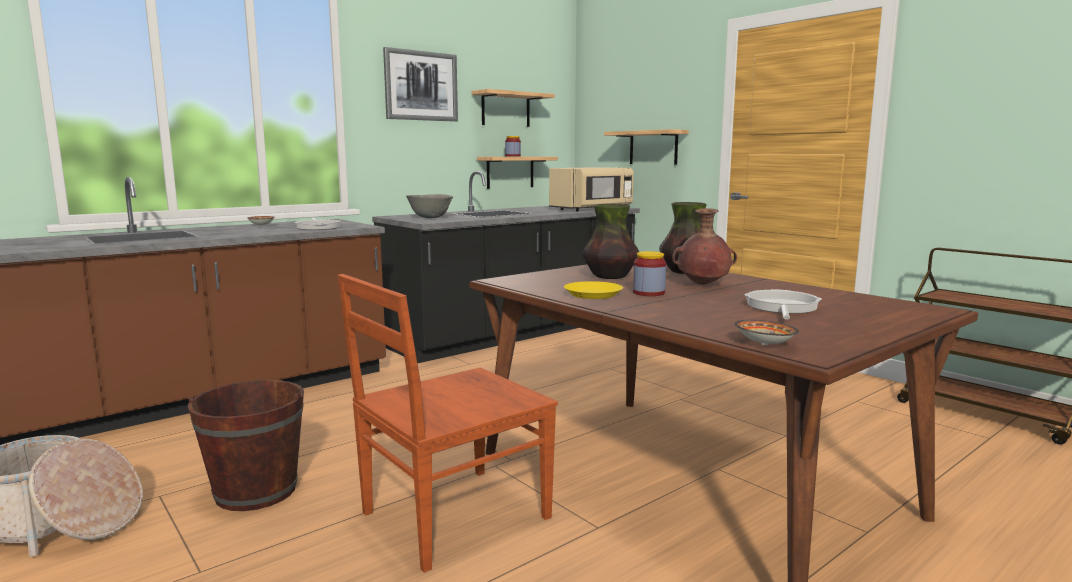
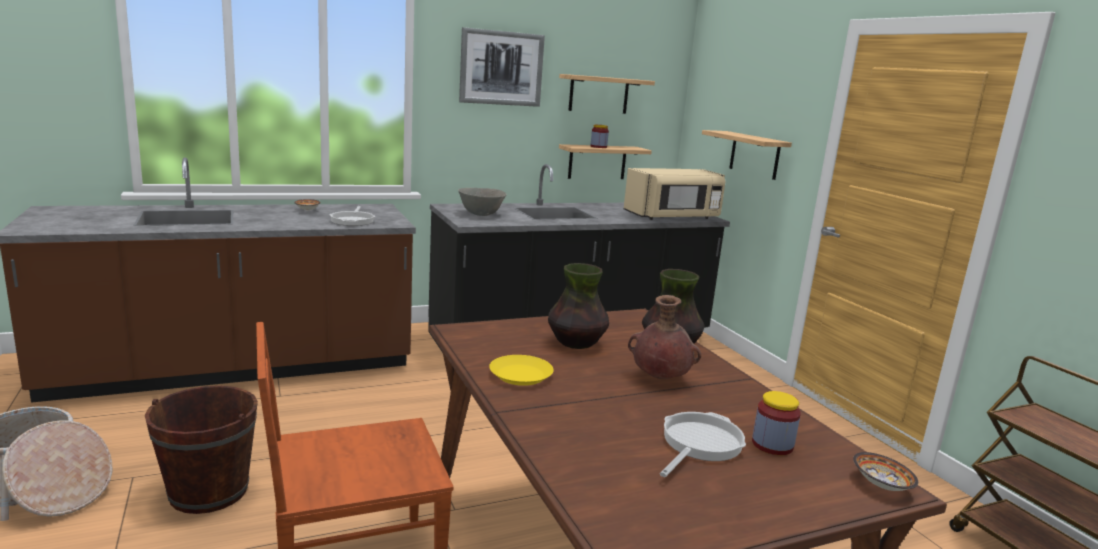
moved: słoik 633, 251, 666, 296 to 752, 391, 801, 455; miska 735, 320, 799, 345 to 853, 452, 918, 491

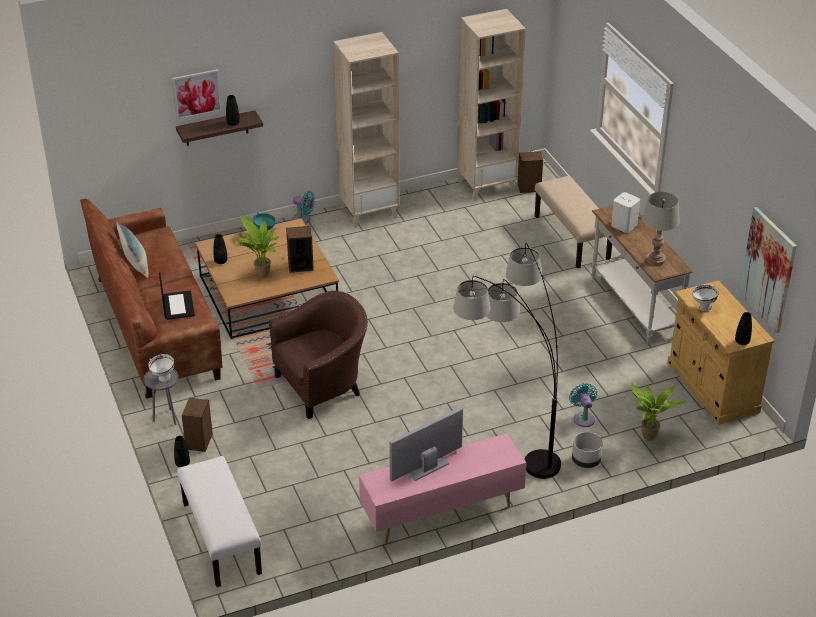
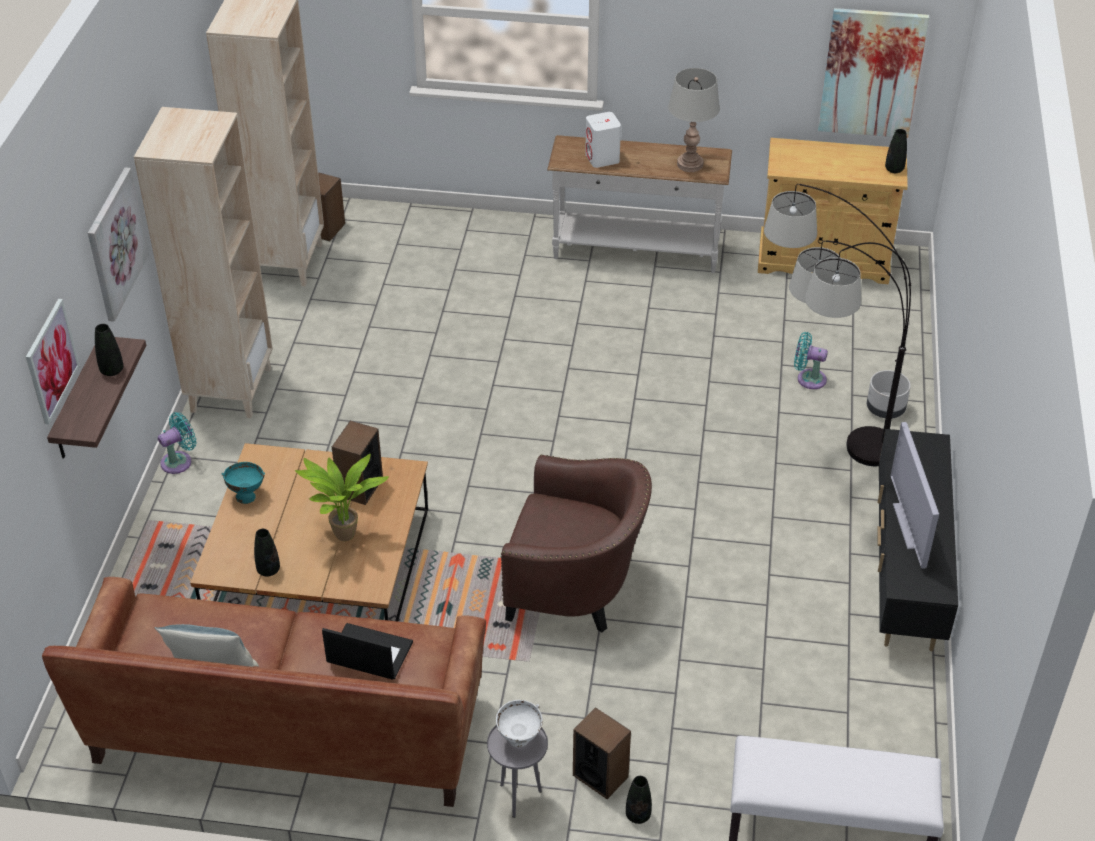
removed: ławka (beżowy) 535, 176, 612, 268; roślina doniczkowa 631, 384, 686, 440; miska (biały) 692, 284, 719, 311
added: obraz 88, 167, 149, 322
recoloured: szafka pod telewizor (różowy) 359, 433, 527, 543 to szafka pod telewizor (czarny) 877, 429, 958, 651
turned: fotel (brązowy) 269, 290, 368, 419 = 501, 454, 652, 632 105 degrees clockwise

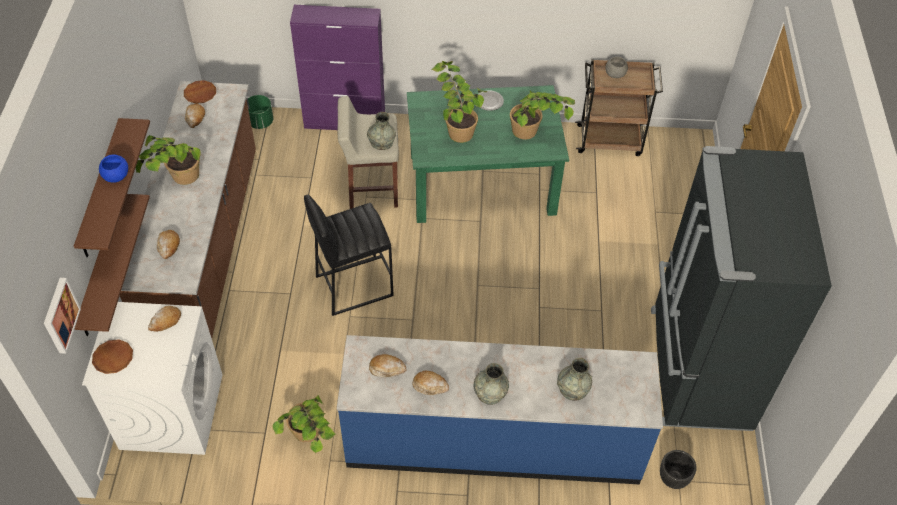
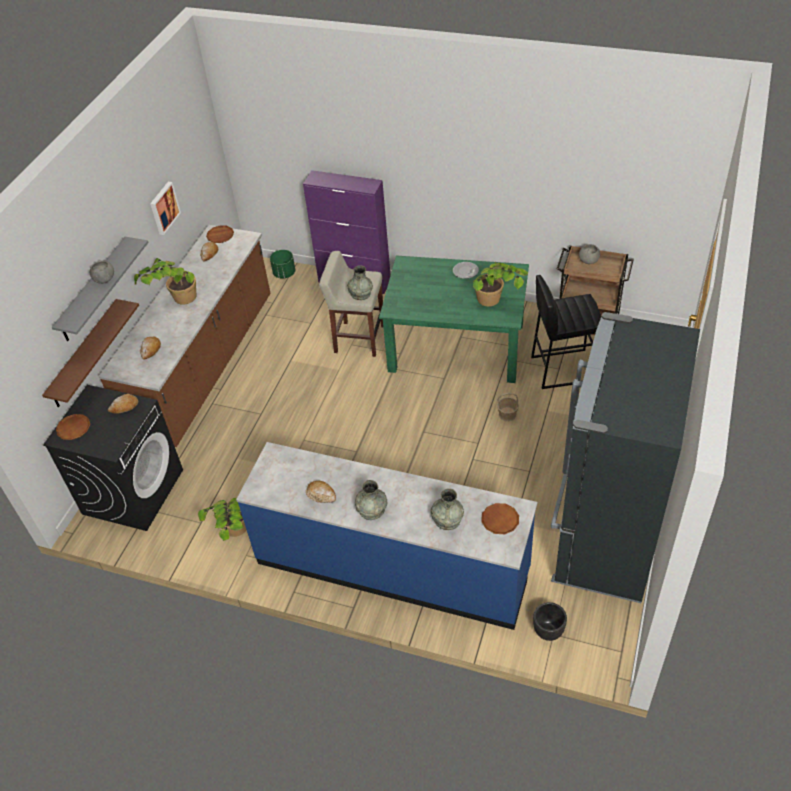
removed: chleb 369, 354, 406, 378; roślina doniczkowa 431, 61, 487, 143
added: talerz (brązowy) 481, 503, 519, 534; koszyk 497, 393, 519, 421
moved: obraz 44, 278, 81, 354 to 150, 182, 181, 235; stołek (czarny) 304, 194, 394, 316 to 531, 275, 601, 389
recoloured: półka (brązowy) 74, 118, 150, 257 to półka (szary) 51, 237, 148, 341; pralka (biały) 82, 302, 223, 455 to pralka (czarny) 43, 385, 183, 531; miska (niebieski) 99, 155, 128, 183 to miska (szary) 90, 260, 114, 284

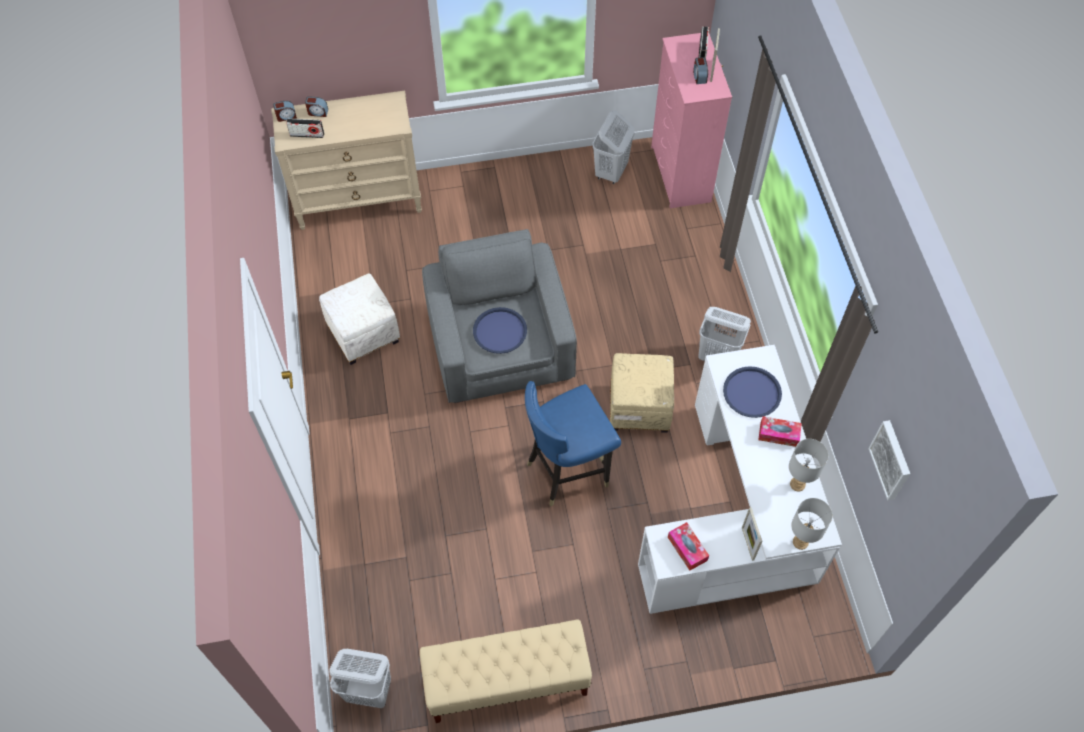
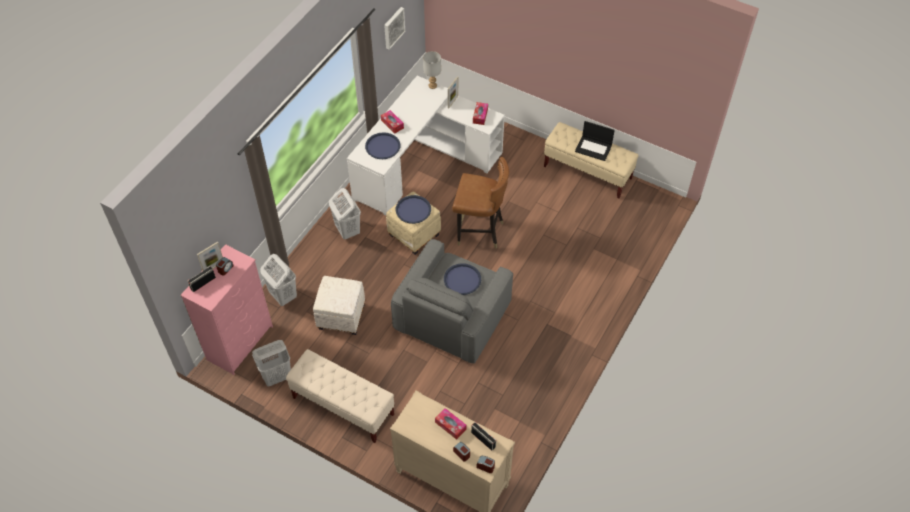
removed: lampa stołowa (szary) 789, 439, 828, 491
added: ławka (beżowy) 286, 349, 395, 443; taca (niebieski) 396, 195, 431, 224; pudełko chusteczek 435, 408, 467, 440; laptop 575, 121, 615, 161
moved: pufa (biały) 319, 274, 400, 365 to 313, 276, 365, 335; kosz na pranie (biały) 329, 649, 391, 708 to 260, 254, 297, 306
recoloured: krzesło (niebieski) 525, 381, 621, 507 to krzesło (brązowy) 452, 157, 509, 249

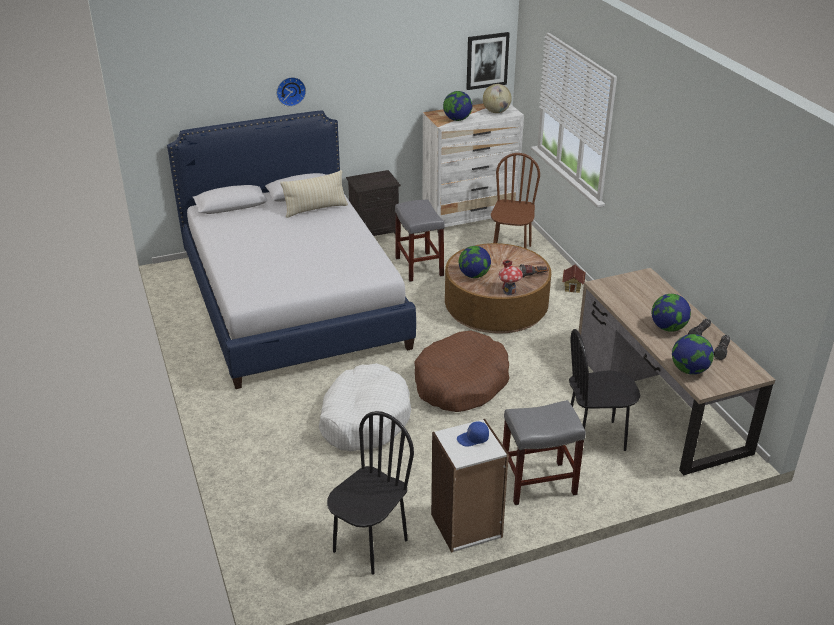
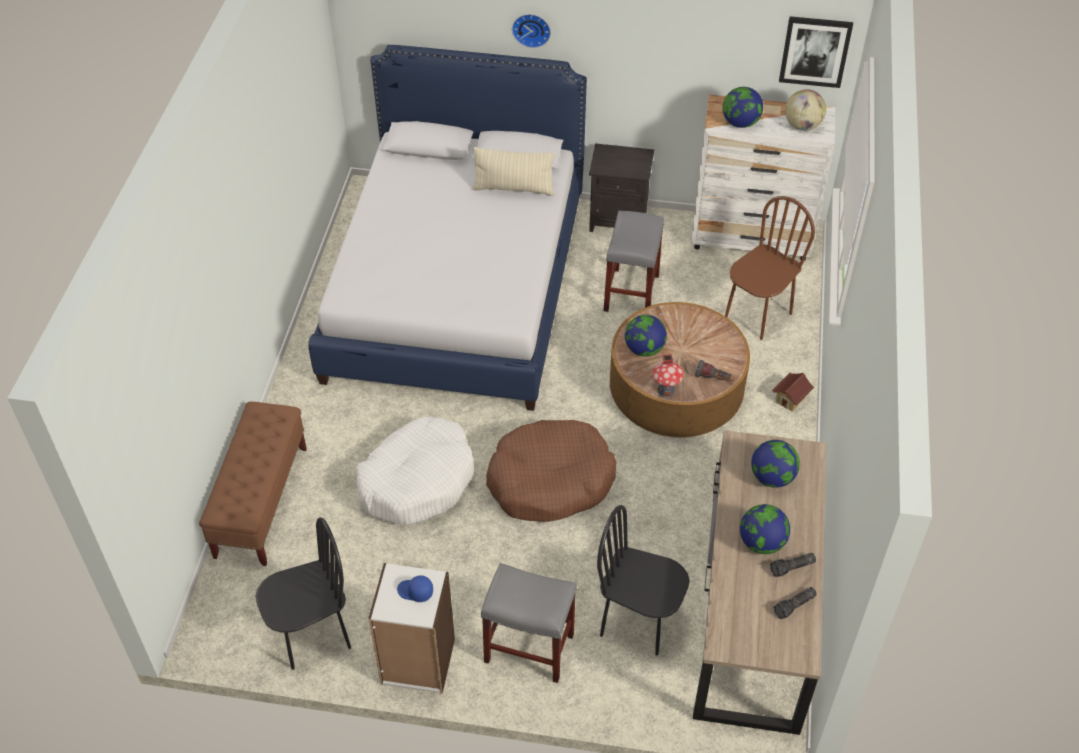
added: ławka (brązowy) 199, 402, 307, 566
moved: globus 672, 334, 714, 375 to 751, 440, 800, 488

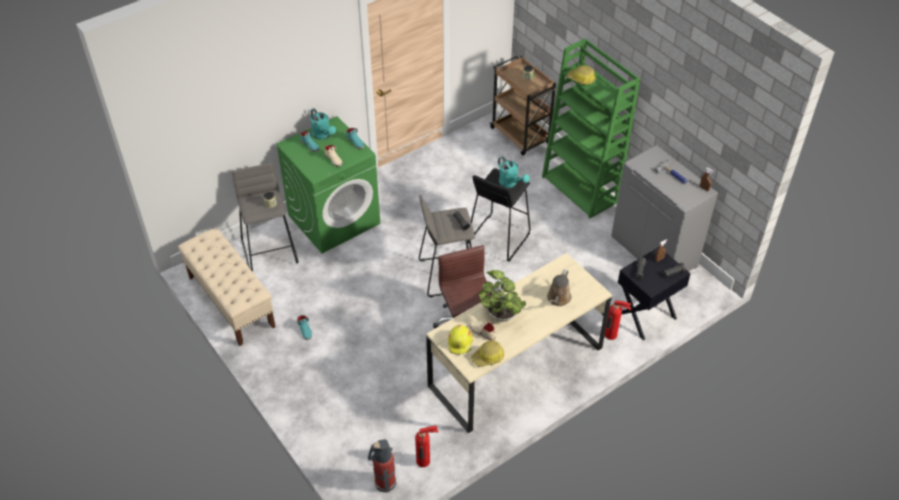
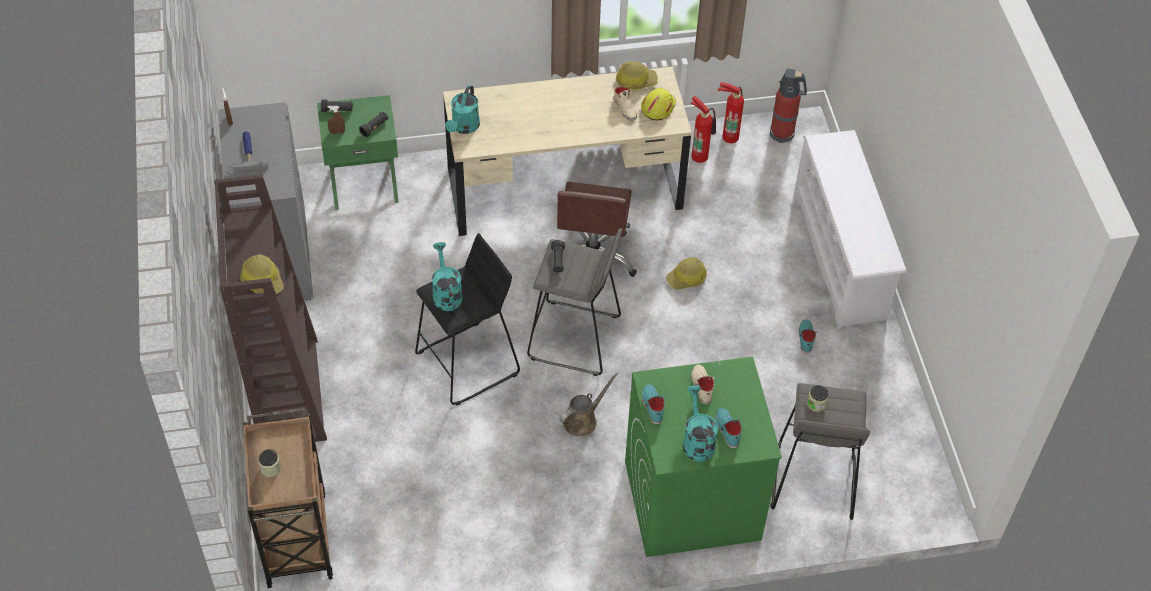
removed: ławka (beżowy) 178, 228, 275, 346; roślina doniczkowa 479, 270, 526, 322
added: konewka (turkusowy) 445, 85, 480, 134; kask 666, 257, 707, 290; regał na buty (biały) 794, 130, 907, 329
moved: konewka (brązowy) 547, 269, 571, 306 to 560, 373, 618, 436; gaśnica 605, 300, 631, 340 to 691, 96, 716, 163
recoloured: regał (zielony) 542, 38, 640, 219 to regał (brązowy) 214, 174, 327, 442; szafka nocna (czarny) 618, 247, 691, 340 to szafka nocna (zielony) 317, 95, 399, 210

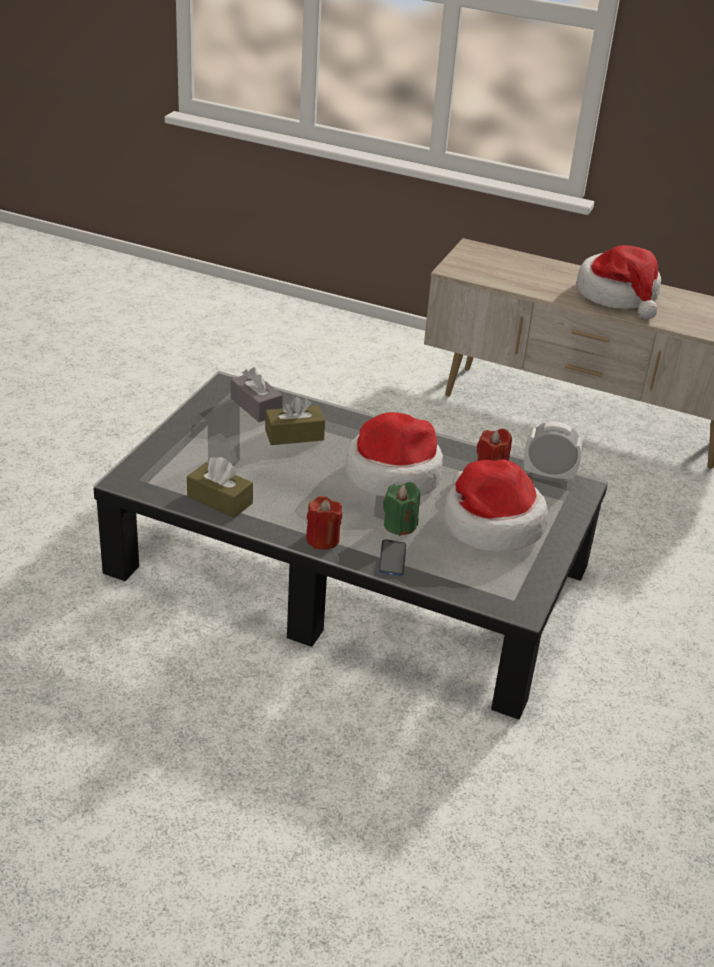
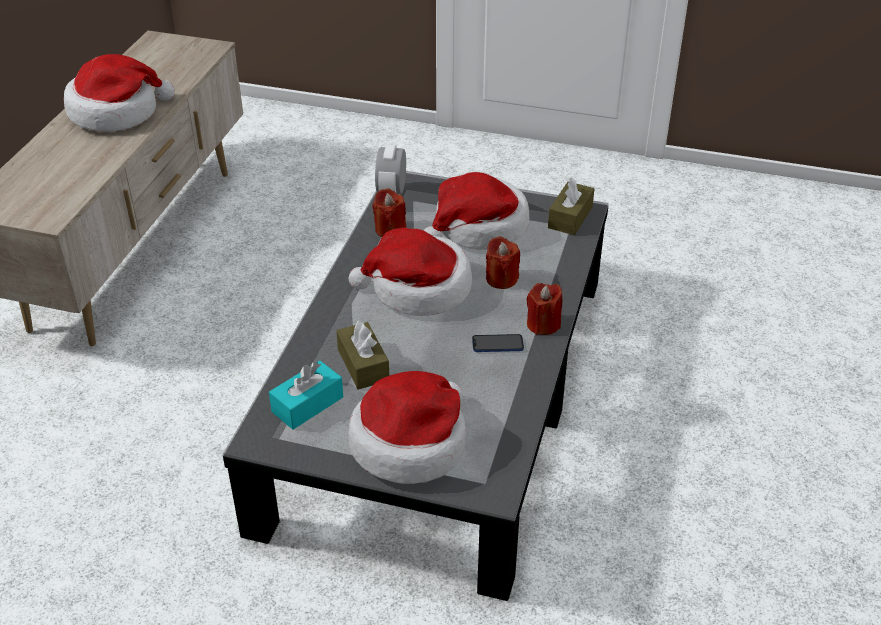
added: kapelusz 349, 371, 466, 484
moved: pudełko chusteczek (brązowy) 187, 457, 253, 518 to 548, 177, 594, 235; telefon 378, 539, 407, 576 to 472, 334, 524, 352
recoloured: pudełko chusteczek (szary) 231, 367, 283, 422 to pudełko chusteczek (turkusowy) 269, 361, 343, 430; świeca (zielony) 383, 482, 420, 536 to świeca (czerwony) 486, 236, 520, 289

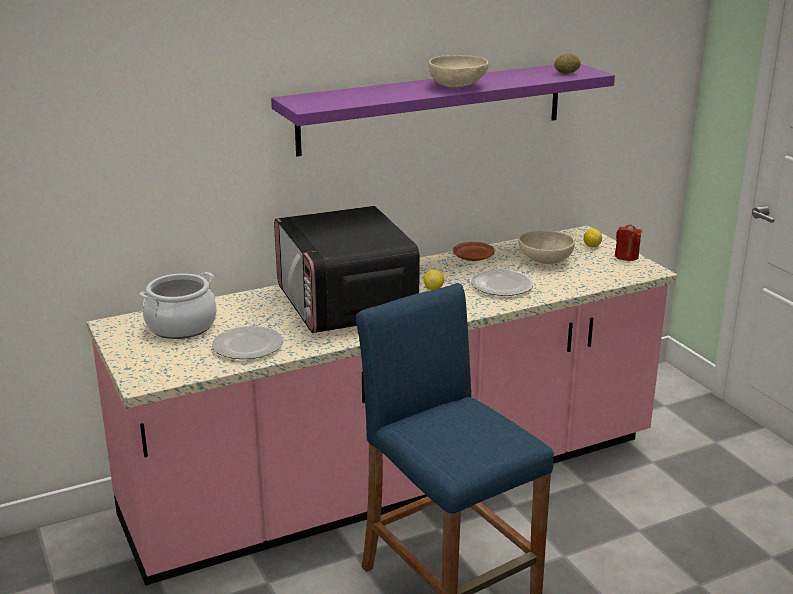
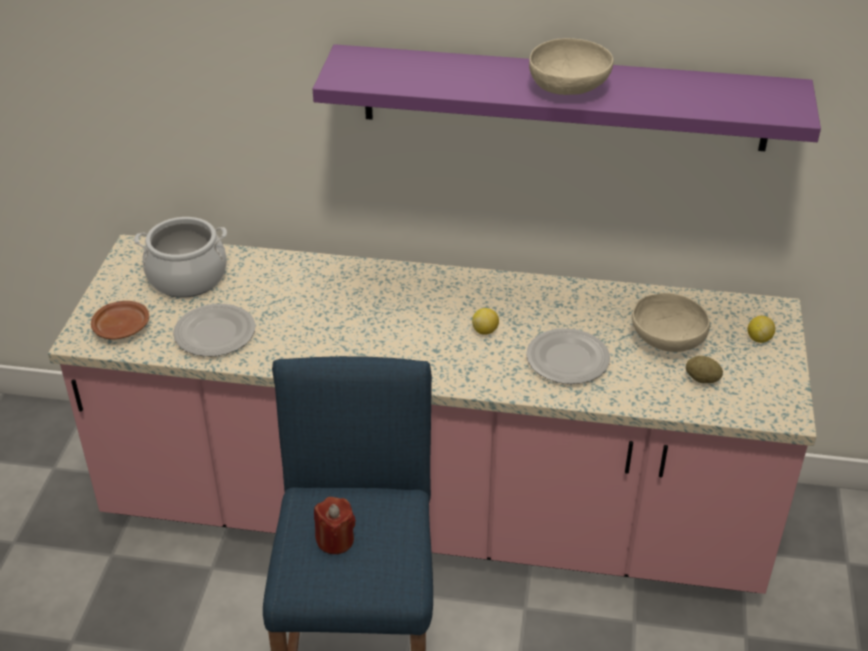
removed: mikrofalówka 274, 206, 420, 333
moved: talerz (brązowy) 453, 242, 495, 261 to 91, 301, 149, 340; ziemniak 554, 54, 581, 74 to 686, 356, 723, 383; świeca (czerwony) 615, 224, 642, 261 to 314, 497, 356, 554

